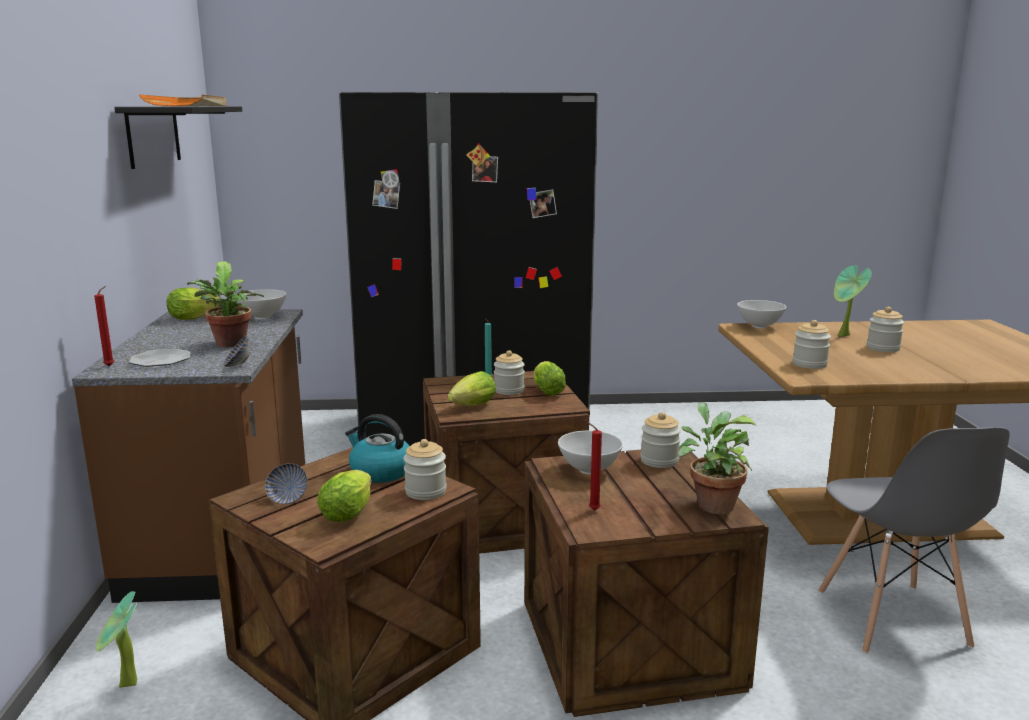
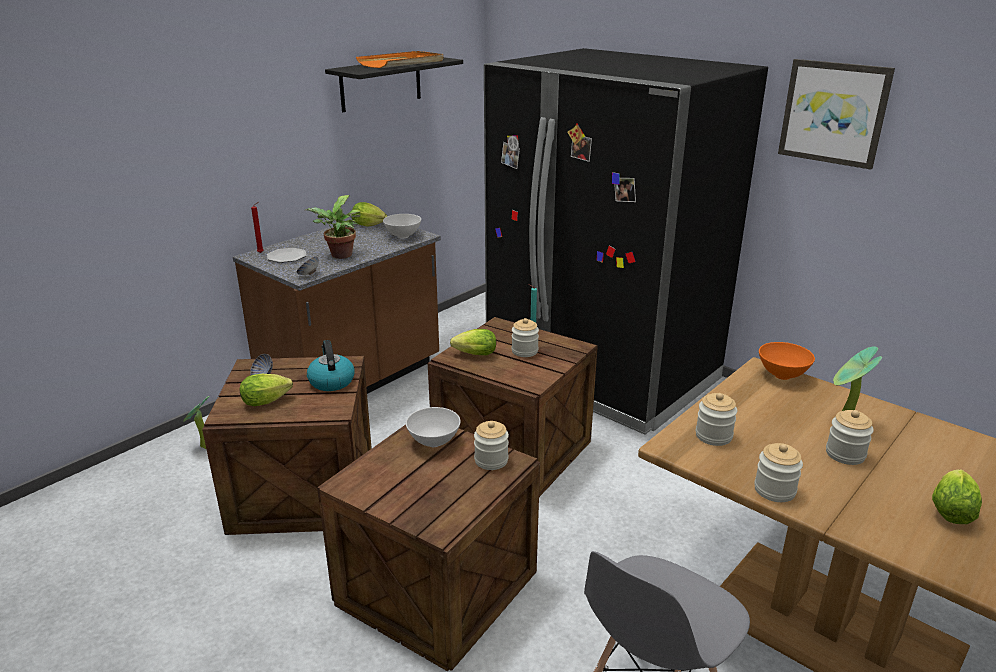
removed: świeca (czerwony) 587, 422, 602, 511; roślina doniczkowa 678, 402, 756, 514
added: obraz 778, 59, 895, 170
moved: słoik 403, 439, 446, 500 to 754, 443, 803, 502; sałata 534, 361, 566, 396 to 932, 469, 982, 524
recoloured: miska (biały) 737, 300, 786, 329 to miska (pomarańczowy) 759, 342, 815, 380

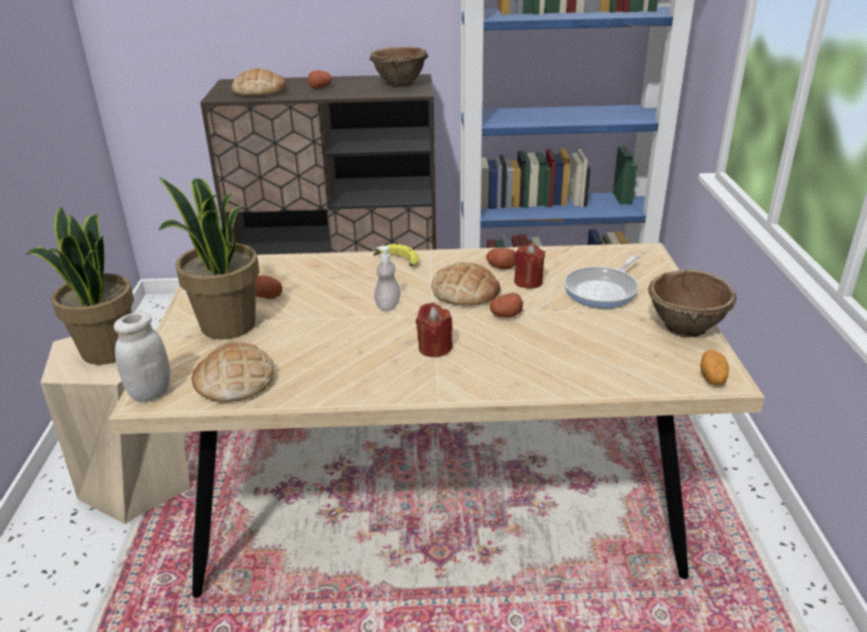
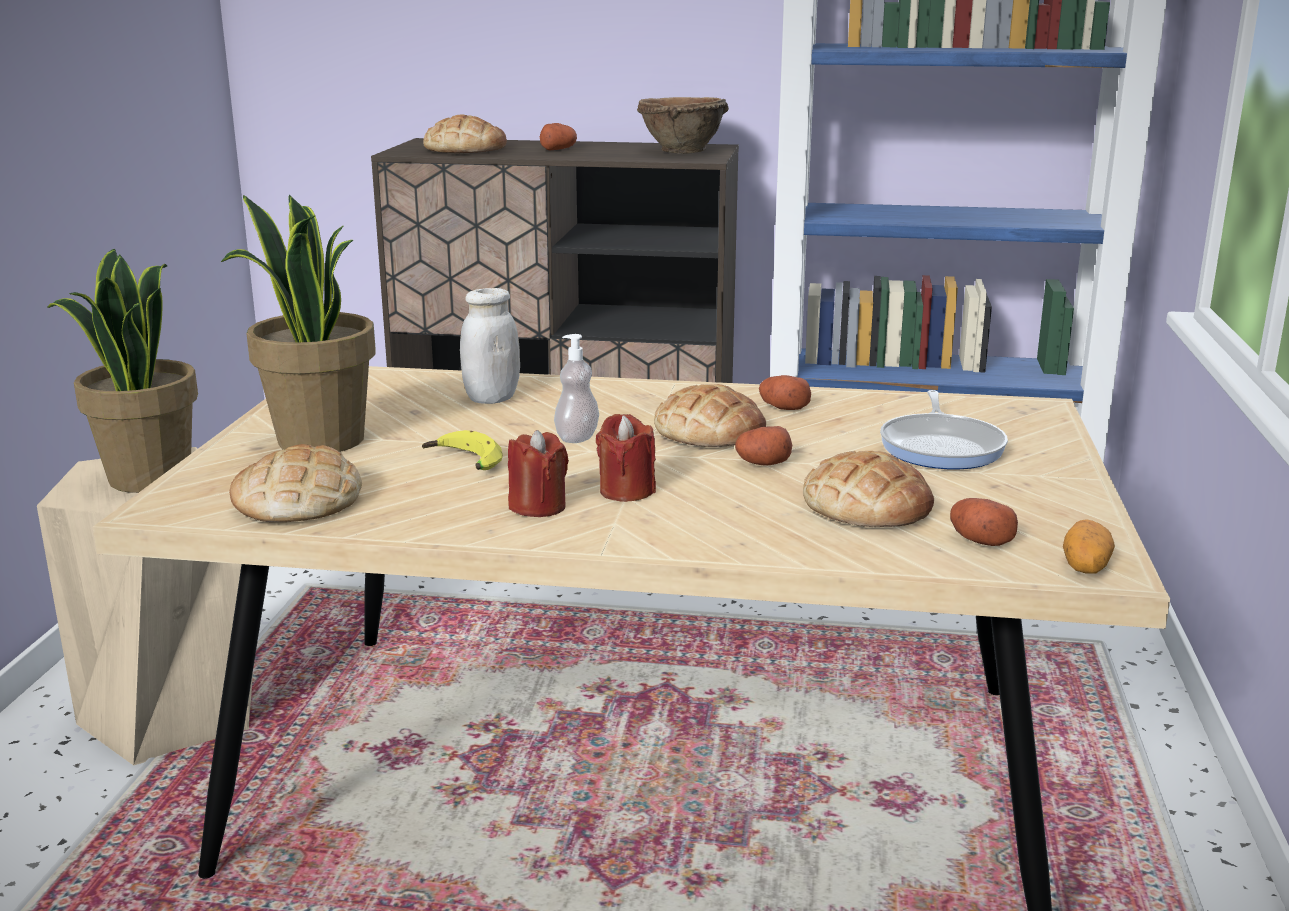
removed: miska (brązowy) 648, 270, 736, 337
added: chleb 803, 451, 934, 527
moved: słoik (biały) 114, 312, 170, 402 to 460, 288, 520, 404; ziemniak 256, 275, 283, 299 to 950, 498, 1018, 546; banan 373, 244, 420, 266 to 422, 430, 503, 470; świeca (czerwony) 514, 244, 545, 289 to 508, 430, 569, 517
turned: patelnia 564, 255, 639, 308 = 880, 390, 1008, 469 45 degrees counterclockwise

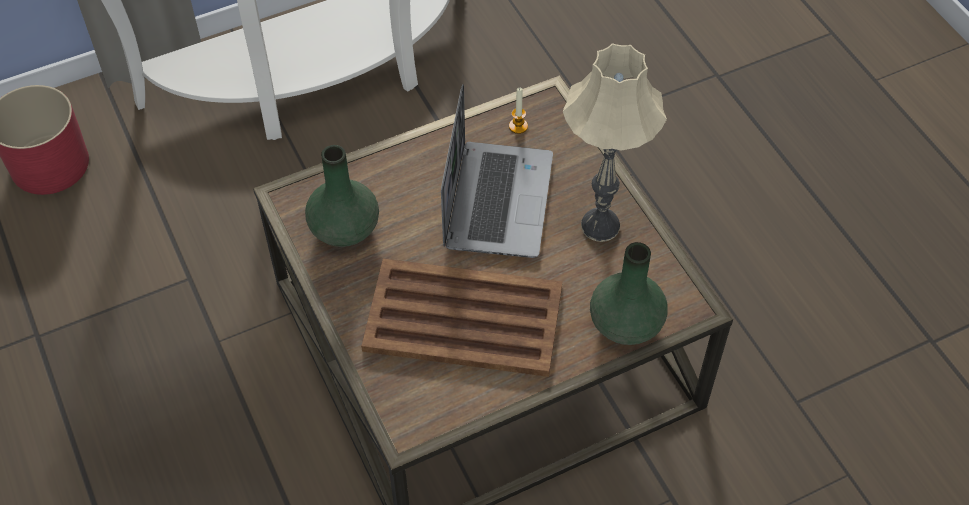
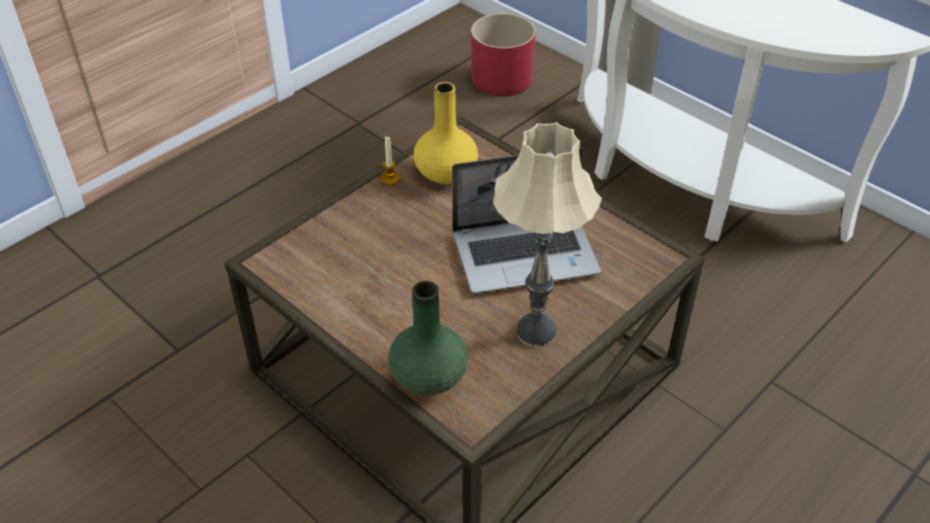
removed: taca (brązowy) 361, 258, 562, 377
moved: świeca 509, 88, 528, 134 to 381, 136, 399, 185
recoloured: wazon (zielony) 305, 145, 379, 247 to wazon (żółty) 414, 82, 478, 184

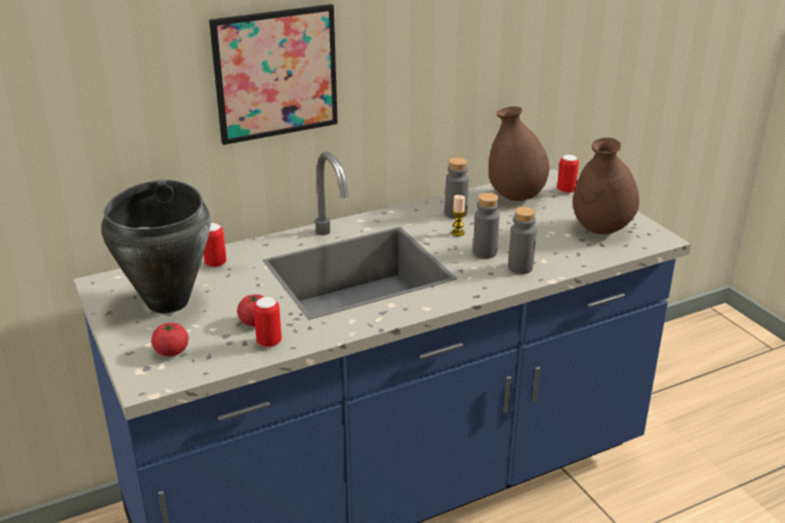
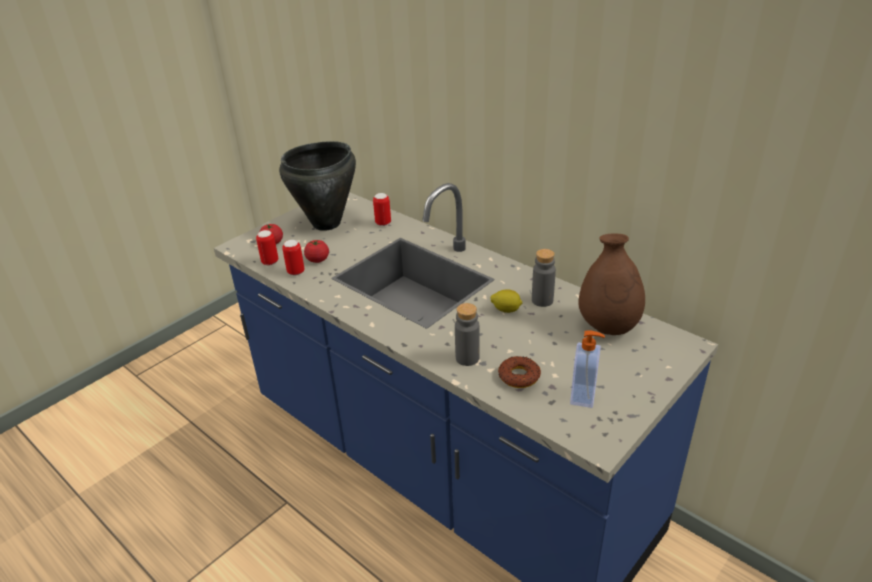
removed: obraz 209, 4, 338, 145; butelka (szary) 473, 193, 500, 259
added: donut 498, 356, 541, 388
moved: puszka 557, 155, 579, 194 to 256, 230, 278, 265
replaced: świeca 451, 195, 466, 236 to cytryna 491, 289, 522, 313; wazon (brązowy) 573, 138, 639, 235 to dozownik mydła 570, 330, 605, 408

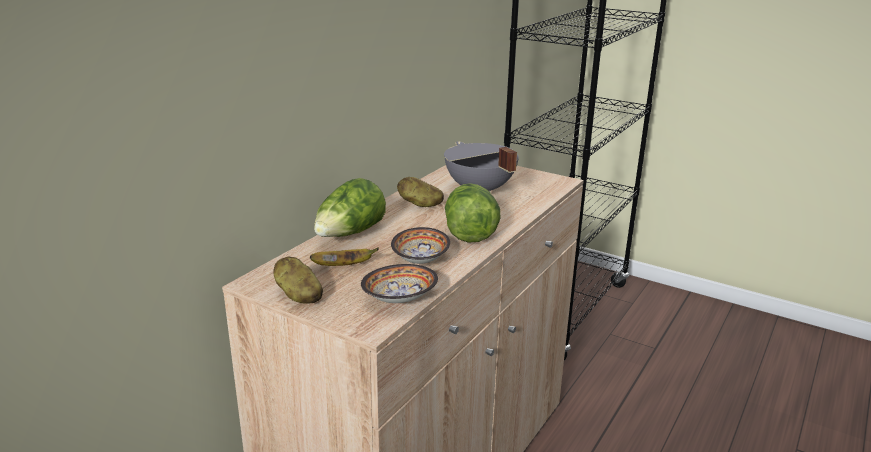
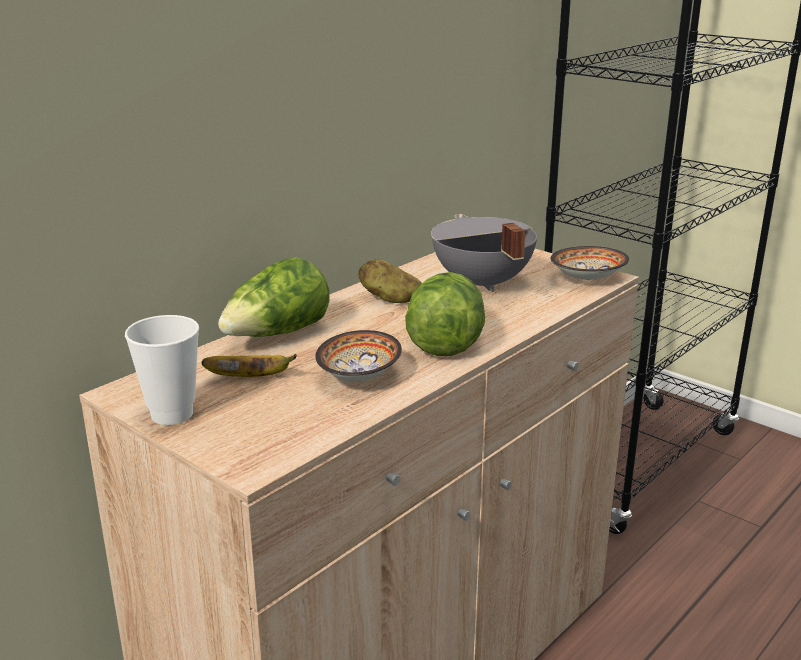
moved: miska 361, 264, 438, 303 to 550, 246, 629, 280
replaced: ziemniak 273, 256, 323, 303 to filiżanka 125, 315, 199, 425

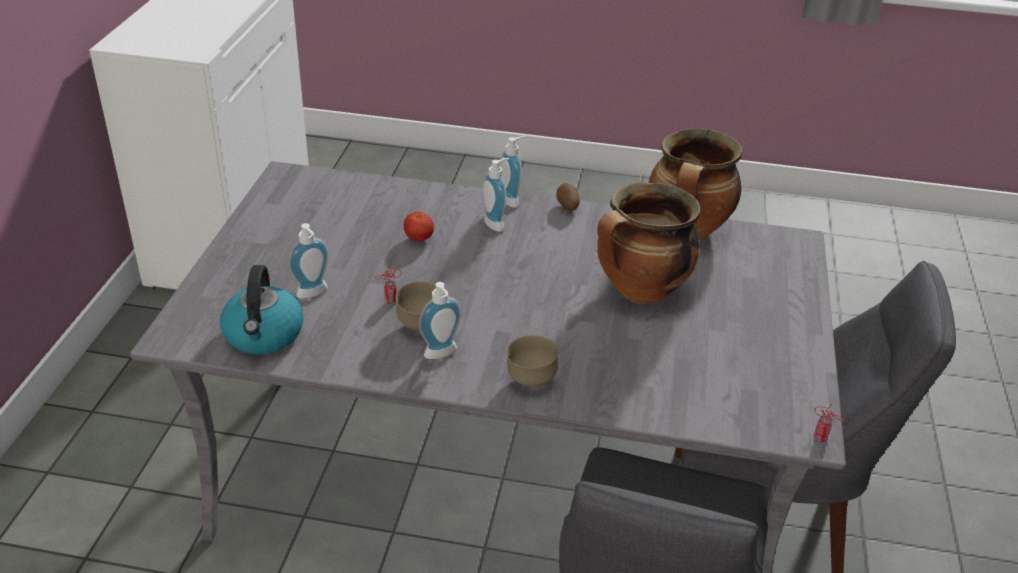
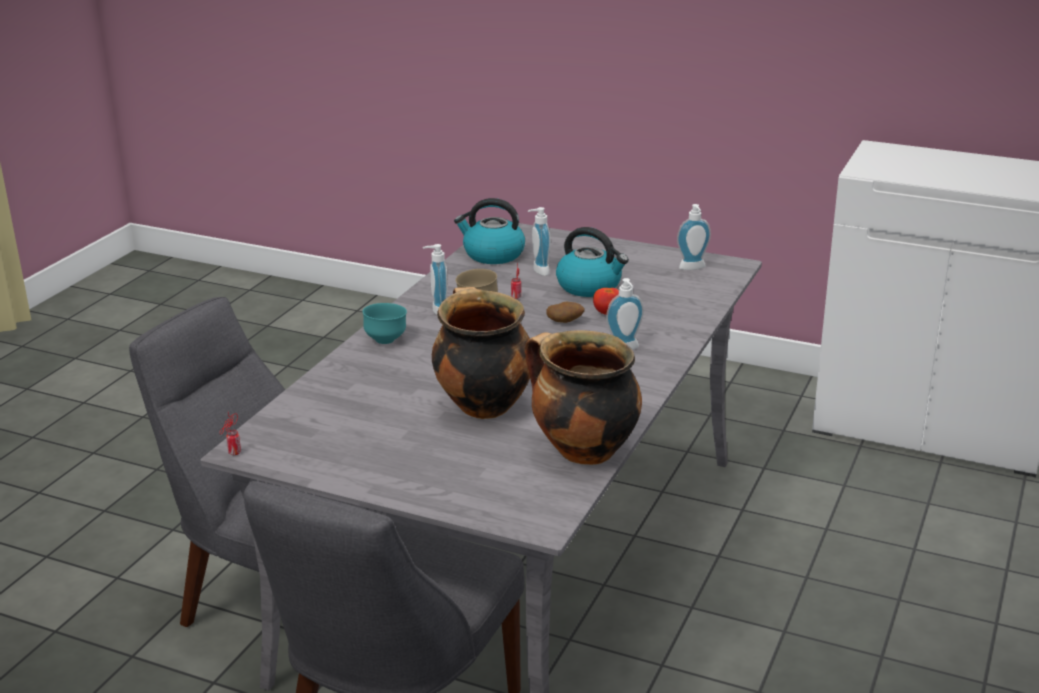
added: czajnik 556, 227, 629, 297
moved: dozownik mydła 501, 136, 526, 208 to 677, 204, 711, 270; ziemniak 556, 183, 580, 211 to 546, 302, 585, 323
recoloured: miska (brązowy) 506, 335, 559, 387 to miska (turkusowy) 363, 303, 407, 344

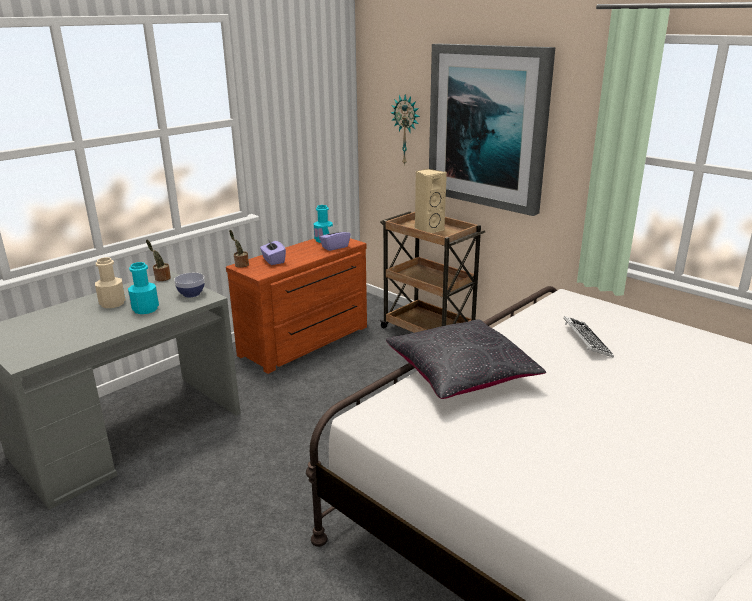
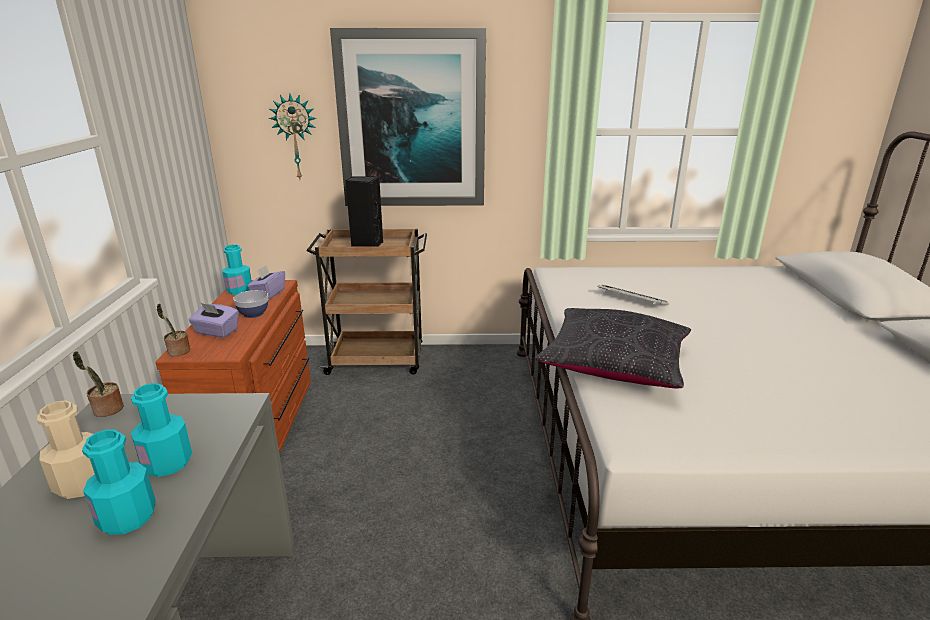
added: butelka (turkusowy) 82, 430, 156, 535
moved: miska 174, 273, 205, 297 to 233, 290, 268, 318
recoloured: głośnik (beżowy) 415, 169, 447, 233 to głośnik (czarny) 345, 176, 383, 247

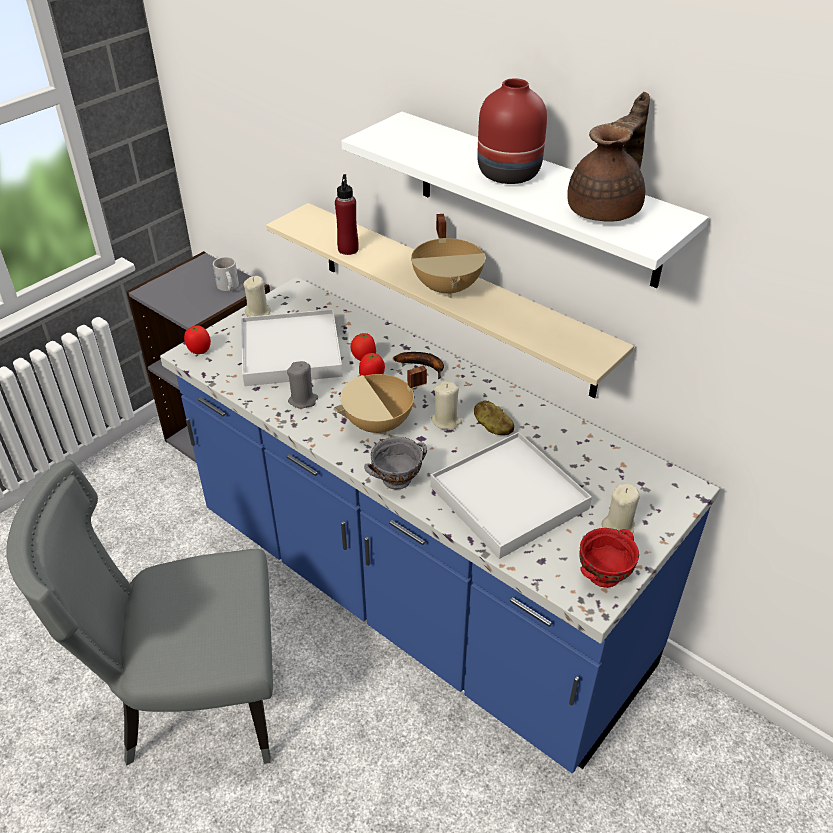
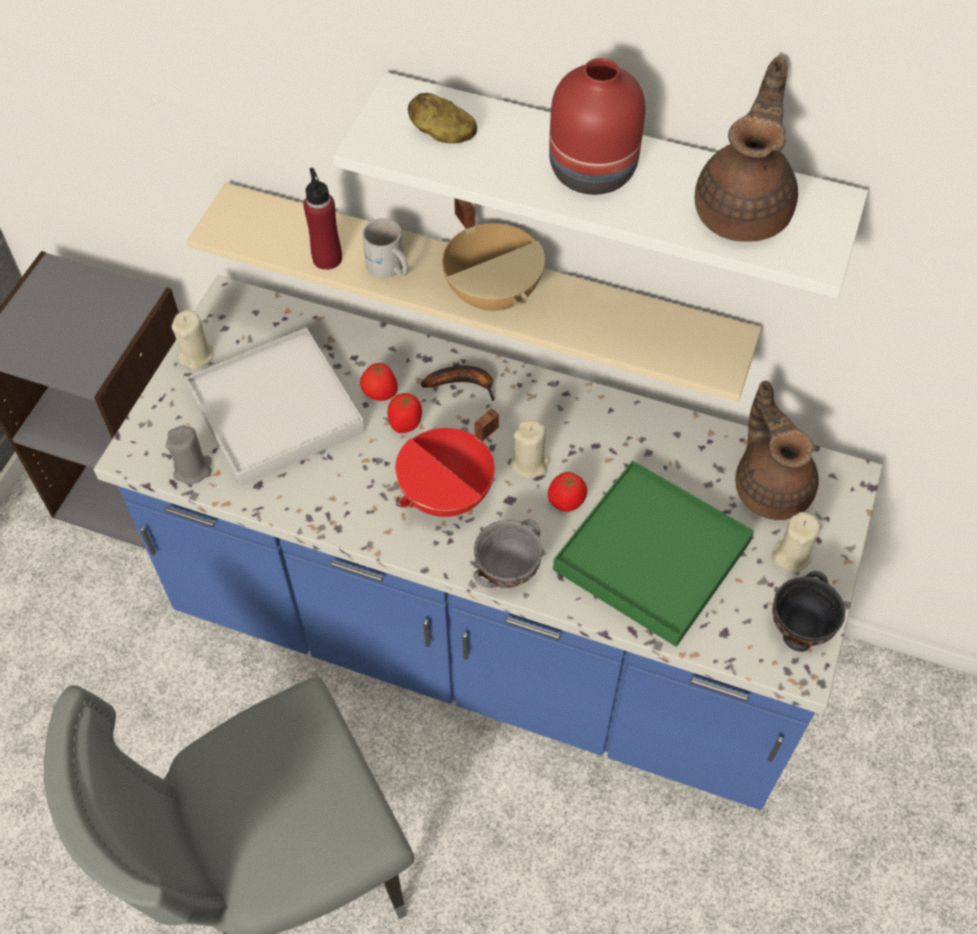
added: imbryk (brązowy) 735, 381, 819, 520
moved: pomidor 184, 325, 211, 354 to 548, 472, 587, 512; kubek (biały) 213, 257, 239, 291 to 362, 218, 408, 278; świeca (szary) 287, 361, 318, 408 to 166, 425, 212, 484; ziemniak 474, 400, 514, 435 to 408, 92, 477, 144
recoloured: garnek (beżowy) 333, 365, 427, 435 to garnek (czerwony) 395, 408, 499, 517; taca (biały) 430, 432, 592, 559 to taca (zielony) 553, 461, 754, 647; miska (czerwony) 579, 528, 639, 588 to miska (czarny) 772, 571, 845, 652

